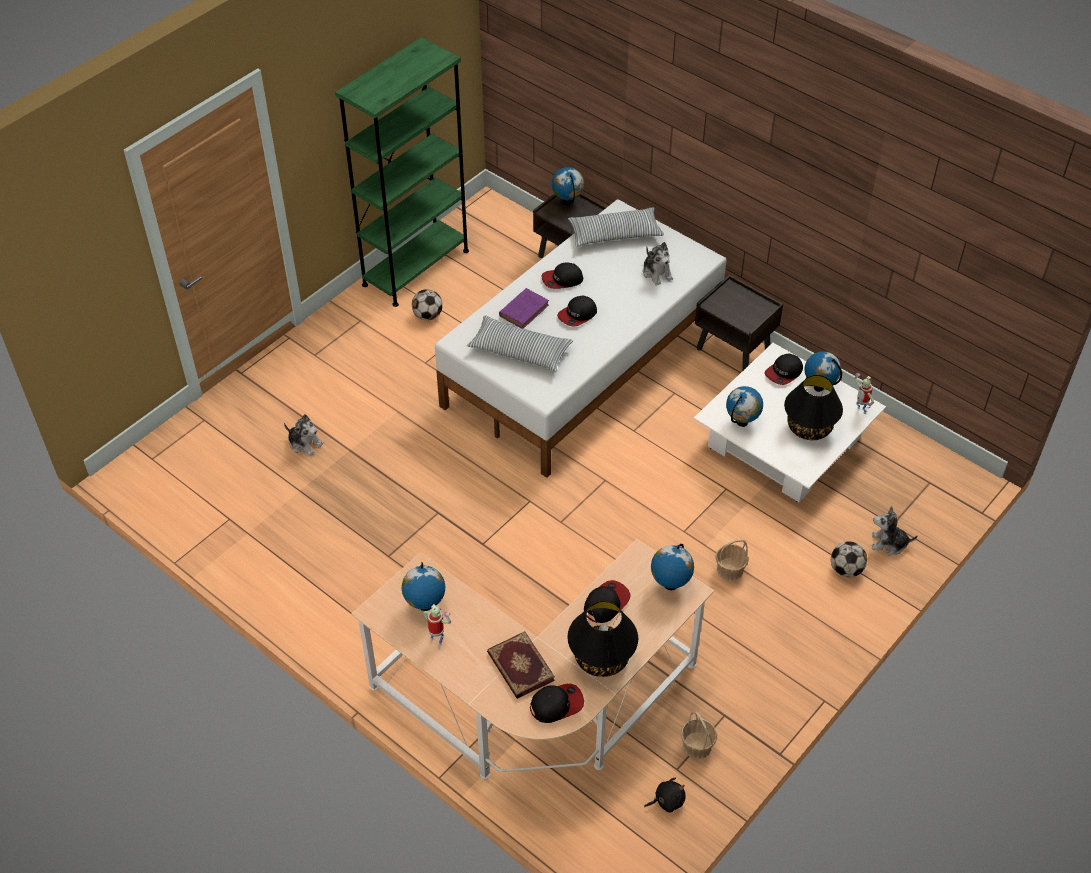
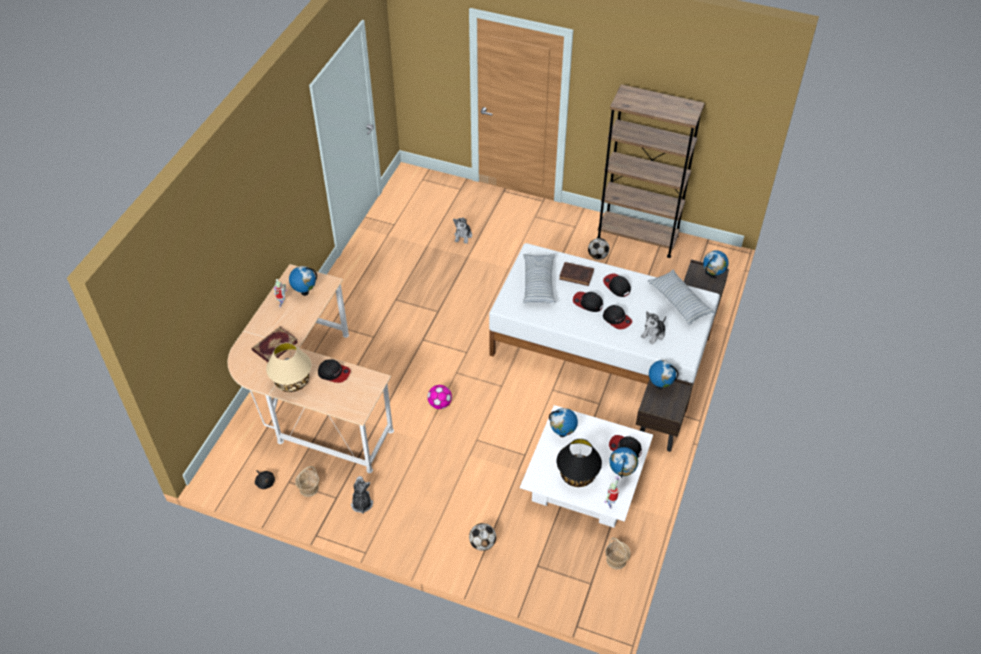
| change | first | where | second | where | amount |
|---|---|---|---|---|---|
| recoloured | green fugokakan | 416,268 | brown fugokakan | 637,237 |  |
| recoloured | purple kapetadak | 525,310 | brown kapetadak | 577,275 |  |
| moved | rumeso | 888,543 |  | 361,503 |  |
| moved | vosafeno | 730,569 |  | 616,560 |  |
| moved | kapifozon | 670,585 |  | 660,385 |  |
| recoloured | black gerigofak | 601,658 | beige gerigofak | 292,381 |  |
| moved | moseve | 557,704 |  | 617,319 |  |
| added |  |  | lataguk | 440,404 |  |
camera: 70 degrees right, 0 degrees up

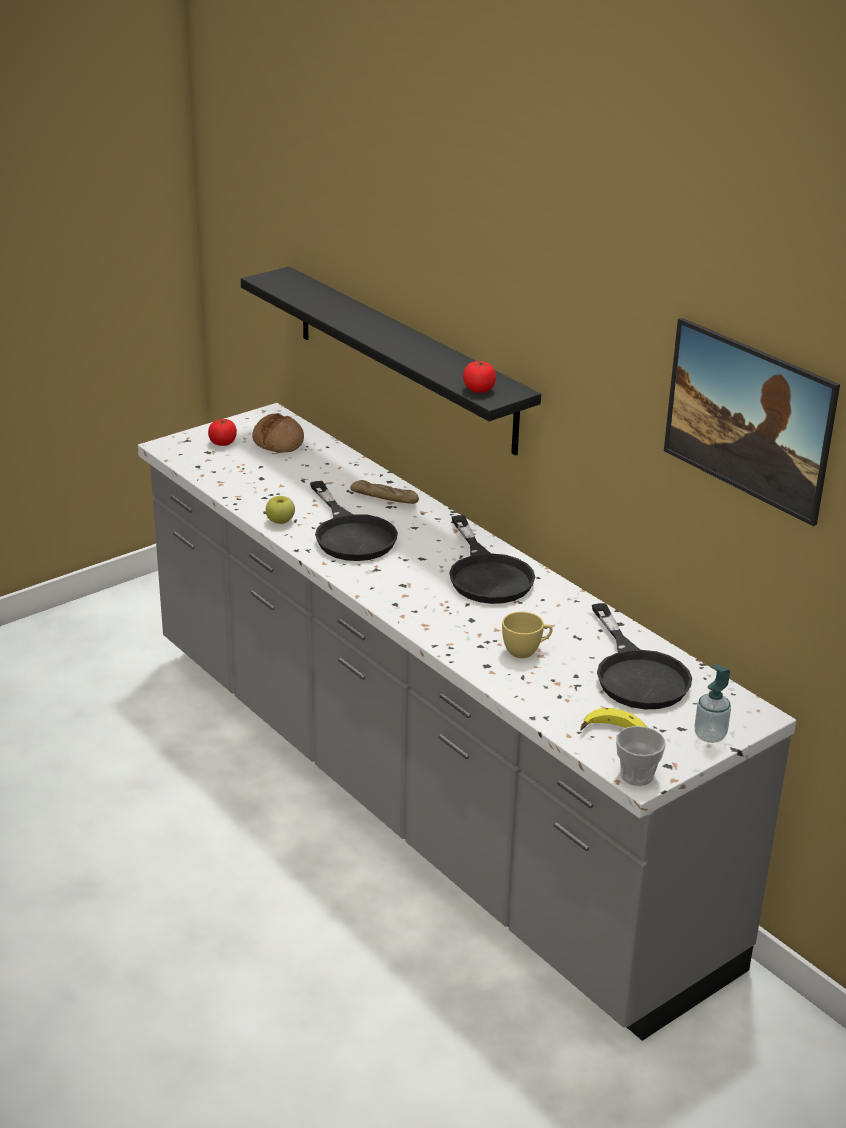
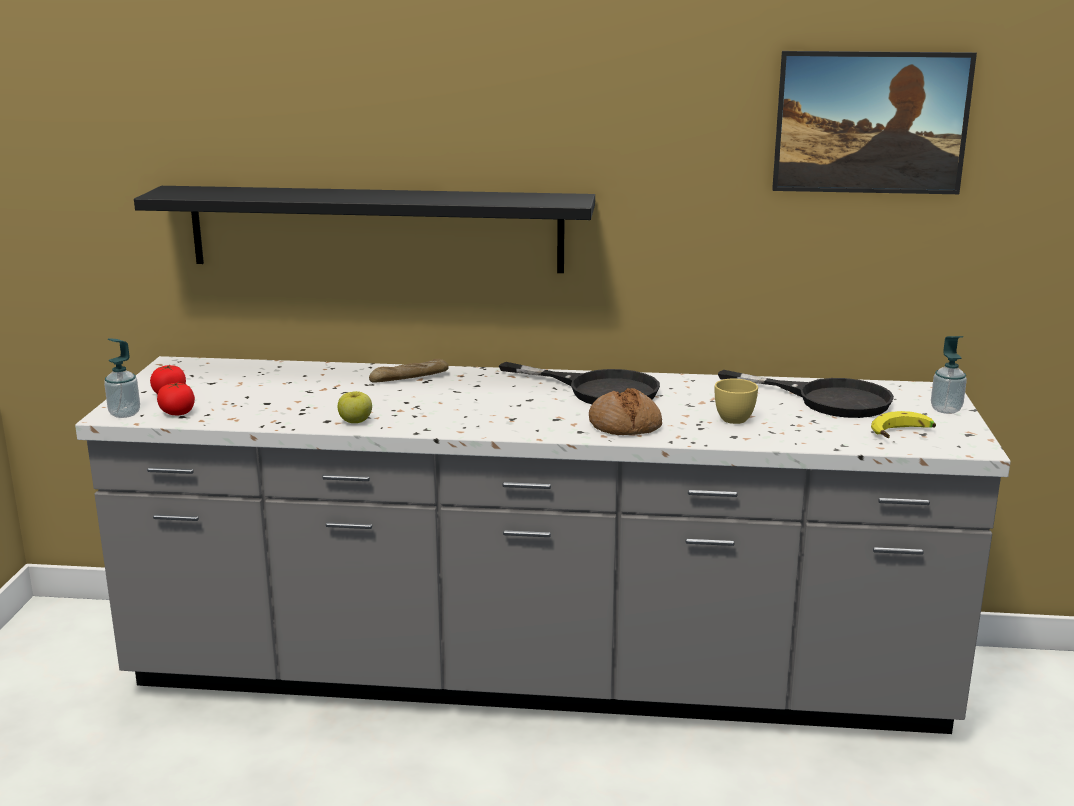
| change | first | where | second | where | amount |
|---|---|---|---|---|---|
| moved | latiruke | 478,389 |  | 177,413 |  |
| moved | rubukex | 278,442 |  | 624,425 |  |
| removed | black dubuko | 350,534 |  |  |  |
| removed | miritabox | 637,775 |  |  |  |
| added |  |  | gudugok | 125,414 |  |
camera: 45 degrees left, 10 degrees down

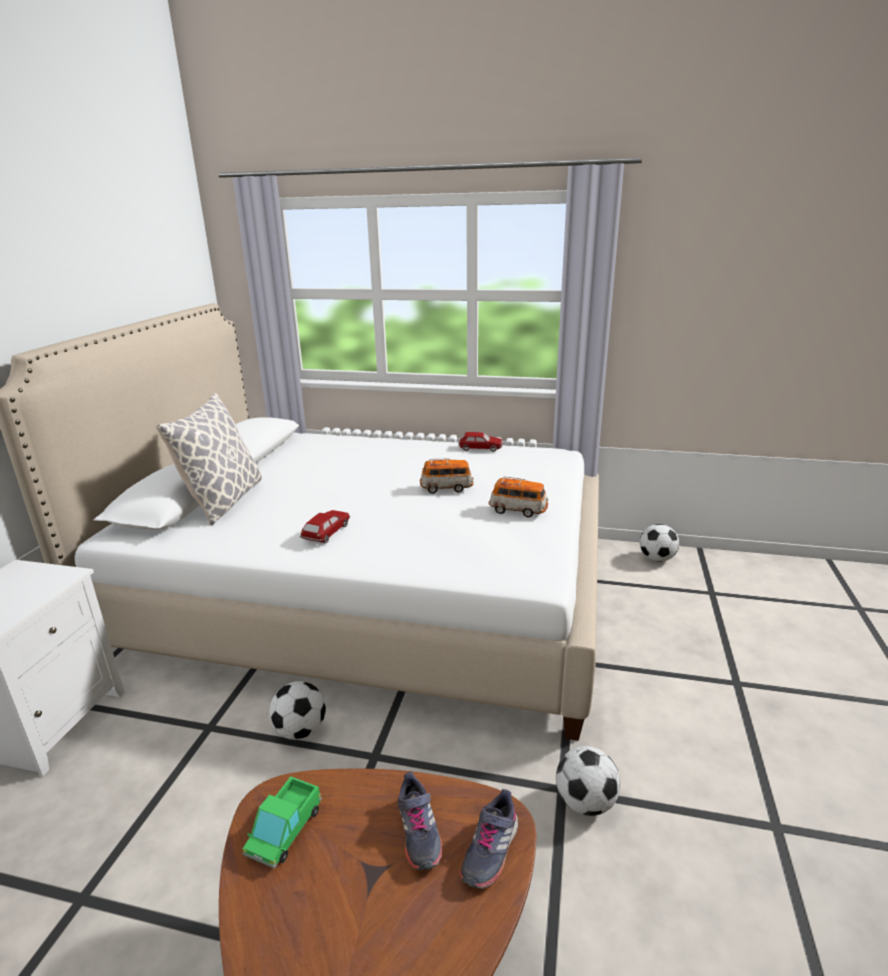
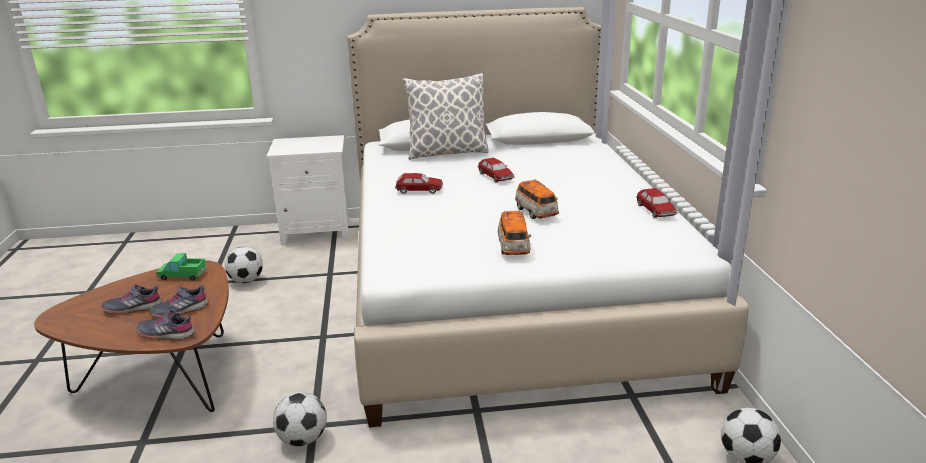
| change | first | where | second | where | amount |
|---|---|---|---|---|---|
| moved | lataguk | 300,730 |  | 246,280 |  |
| added |  |  | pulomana | 496,176 |  |
| added |  |  | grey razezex | 133,308 |  |
camera: 70 degrees right, 0 degrees up

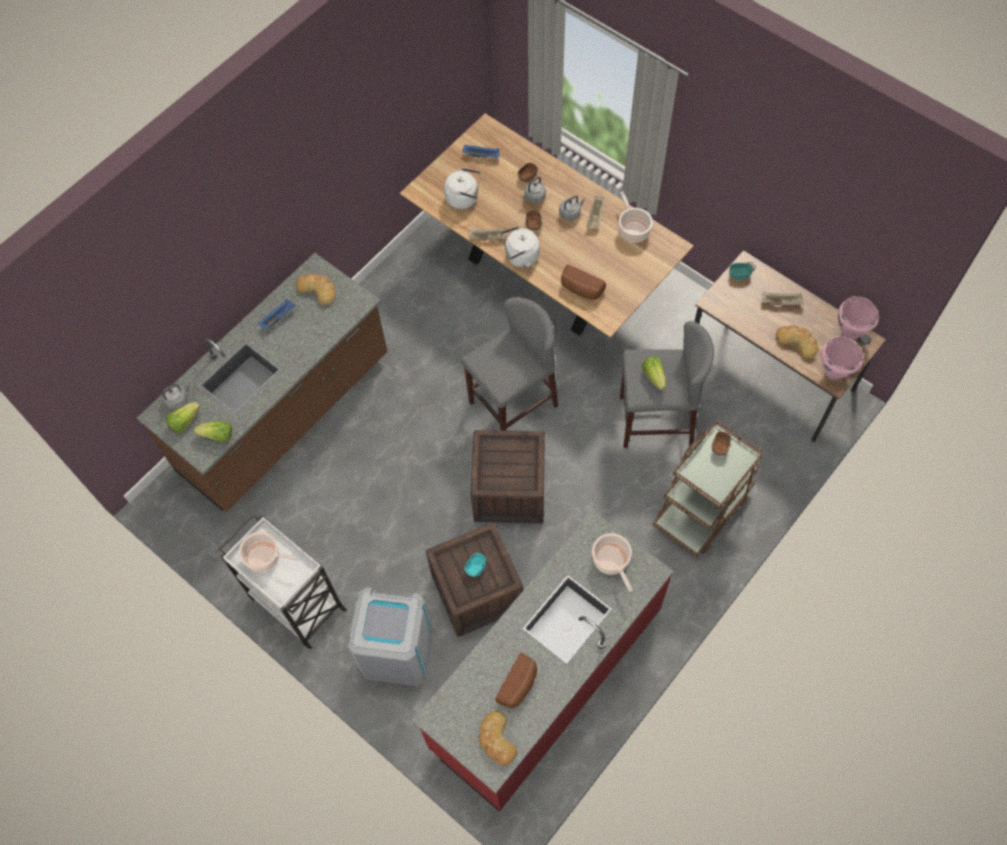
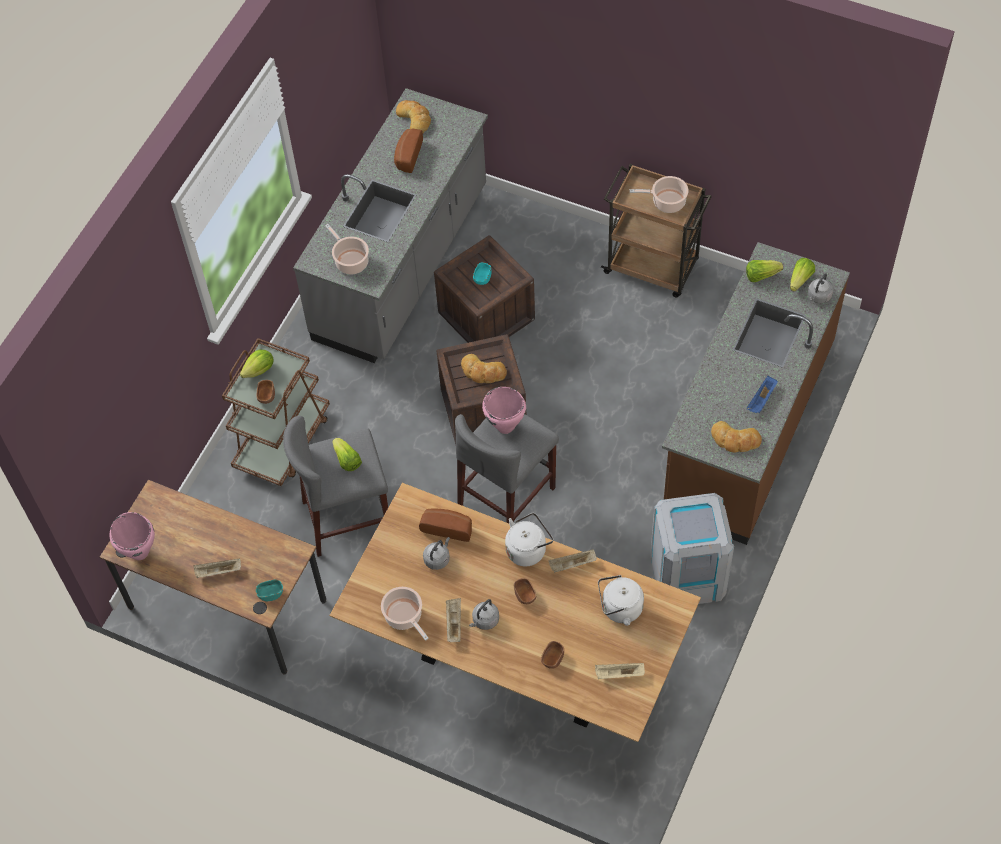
| change | first | where | second | where | amount |
|---|---|---|---|---|---|
| recoloured | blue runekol | 482,156 | beige runekol | 619,674 |  |
| moved | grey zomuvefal | 534,197 |  | 437,558 |  |
| moved | rubukex | 797,342 |  | 483,372 |  |
| moved | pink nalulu | 833,373 |  | 505,427 |  |
| recoloured | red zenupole | 545,678 | grey zenupole | 402,264 |  |
| recoloured | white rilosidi | 295,601 | brown rilosidi | 653,267 |  |
| moved | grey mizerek | 397,651 |  | 688,574 |  |
| added |  |  | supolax | 259,370 |  |
camera: 165 degrees right, 5 degrees down

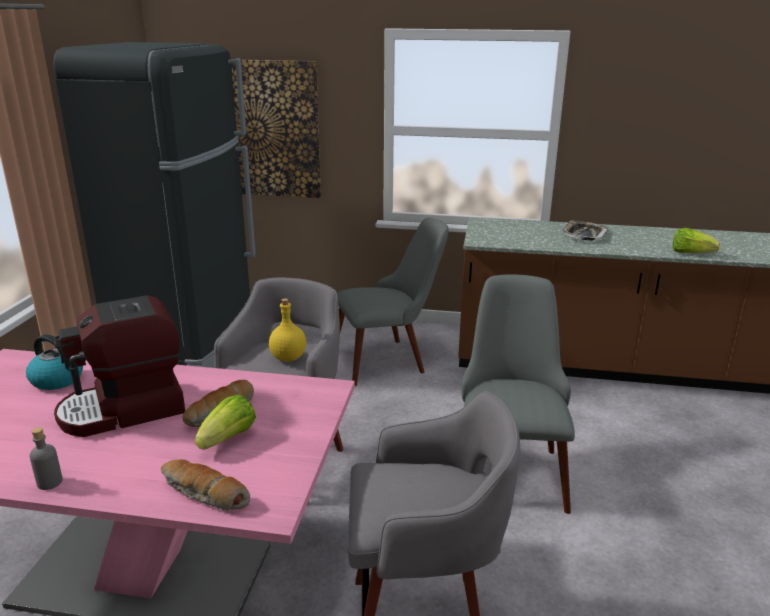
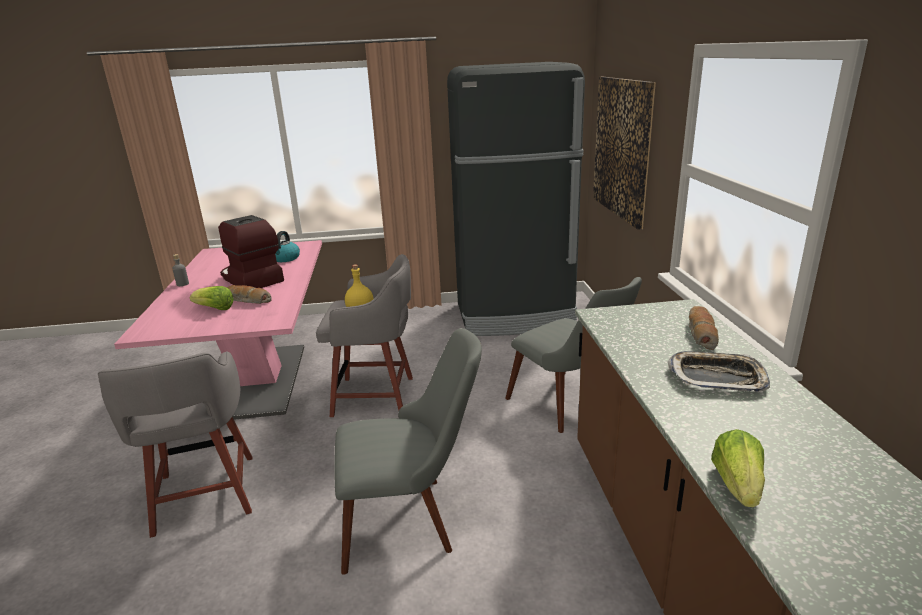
| change | first | where | second | where | amount |
|---|---|---|---|---|---|
| moved | rubukex | 204,494 |  | 700,333 |  |
camera: 75 degrees right, 0 degrees up

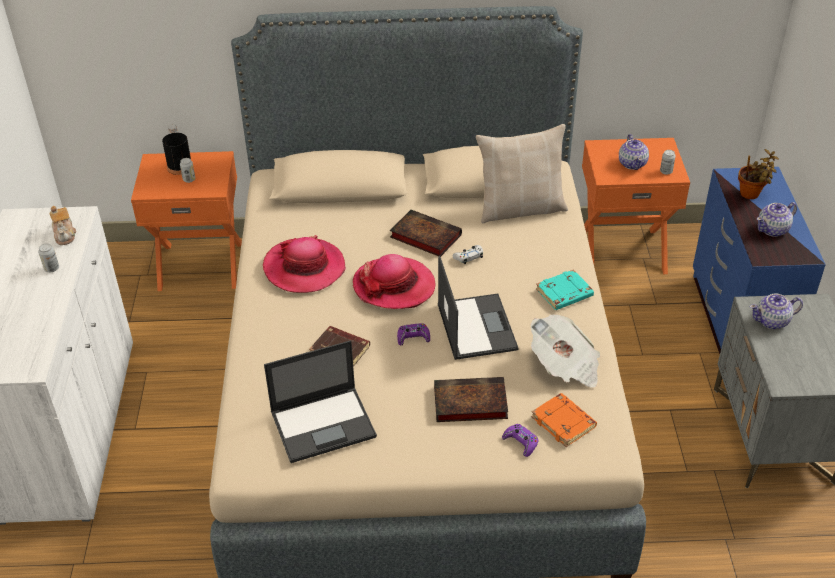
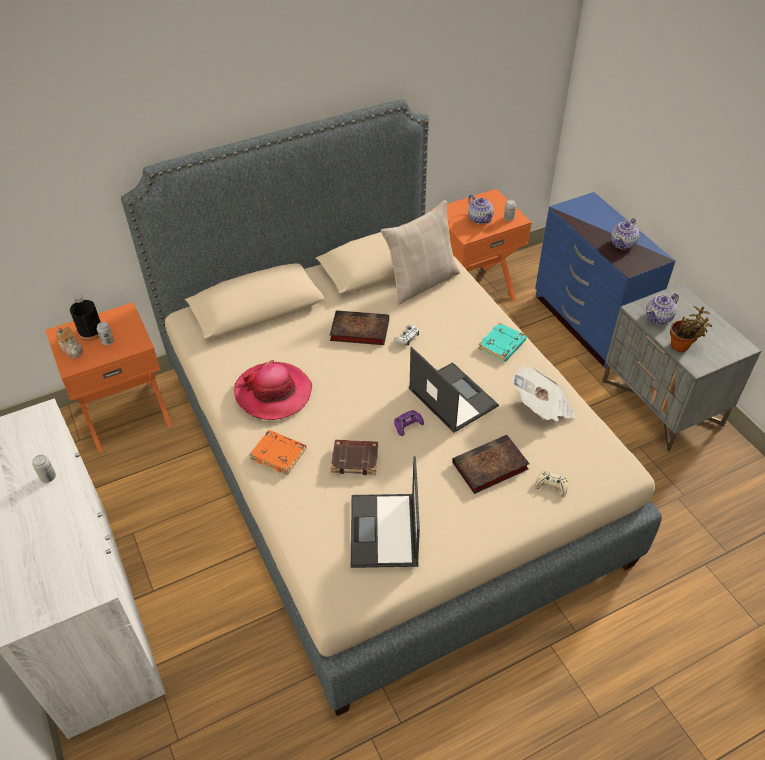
| change | first | where | second | where | amount |
|---|---|---|---|---|---|
| moved | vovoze | 751,195 |  | 681,346 |  |
| moved | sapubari | 65,234 |  | 72,349 |  |
| removed | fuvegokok | 394,286 |  |  |  |
| turned | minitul | 324,424 |  | 384,532 | 135 degrees clockwise |
| moved | orange kapetadak | 564,423 |  | 279,454 |  |
| recoloured | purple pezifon | 521,442 | beige pezifon | 551,486 |  |
camera: 25 degrees left, 5 degrees up

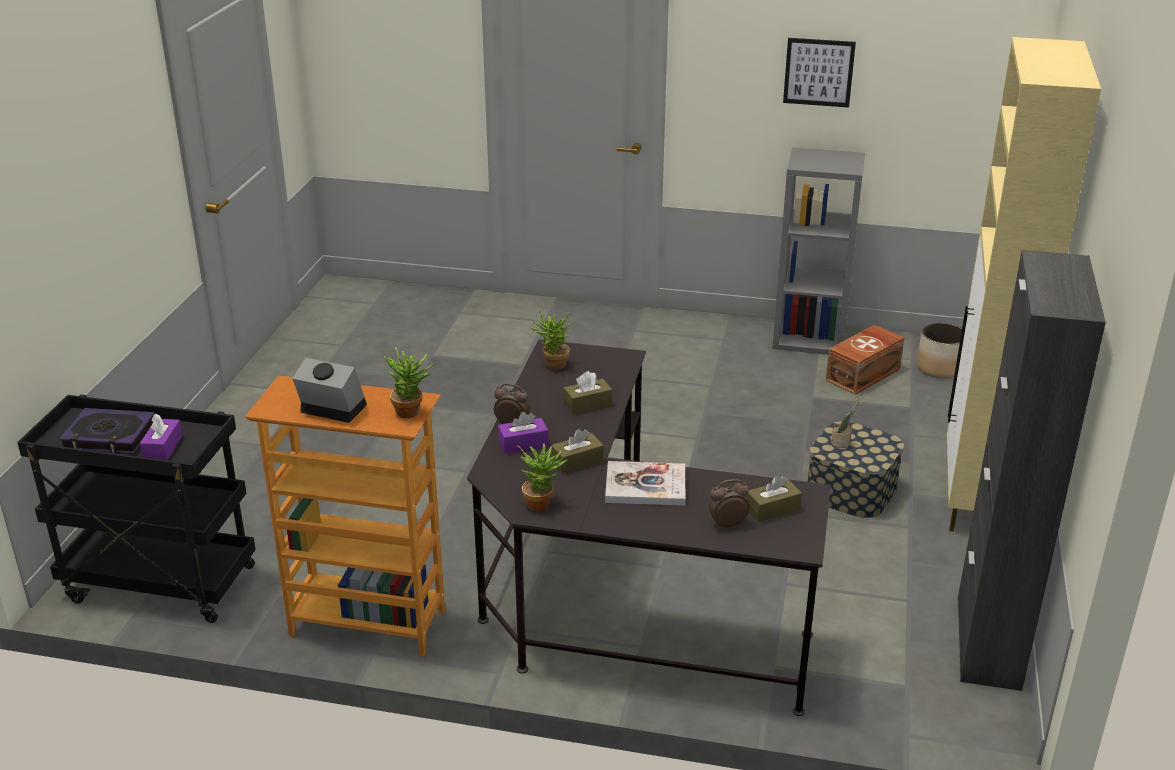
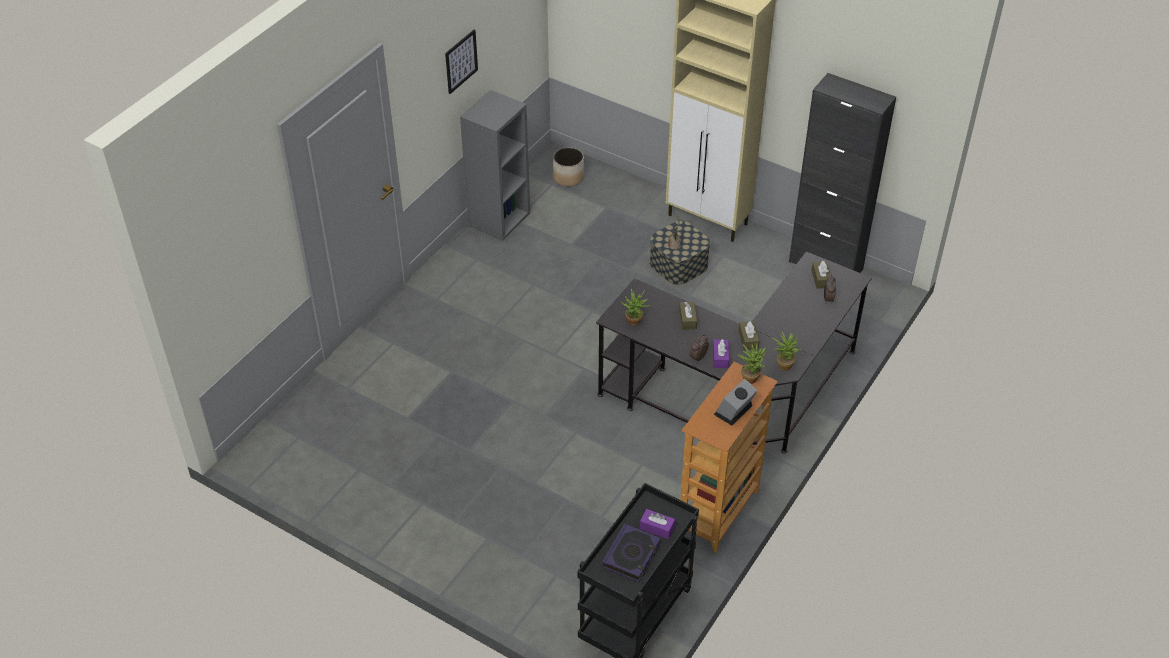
| change | first | where | second | where | amount |
|---|---|---|---|---|---|
| removed | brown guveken | 864,374 |  |  |  |
| removed | kapetadak | 645,486 |  |  |  |
camera: 70 degrees left, 15 degrees up

